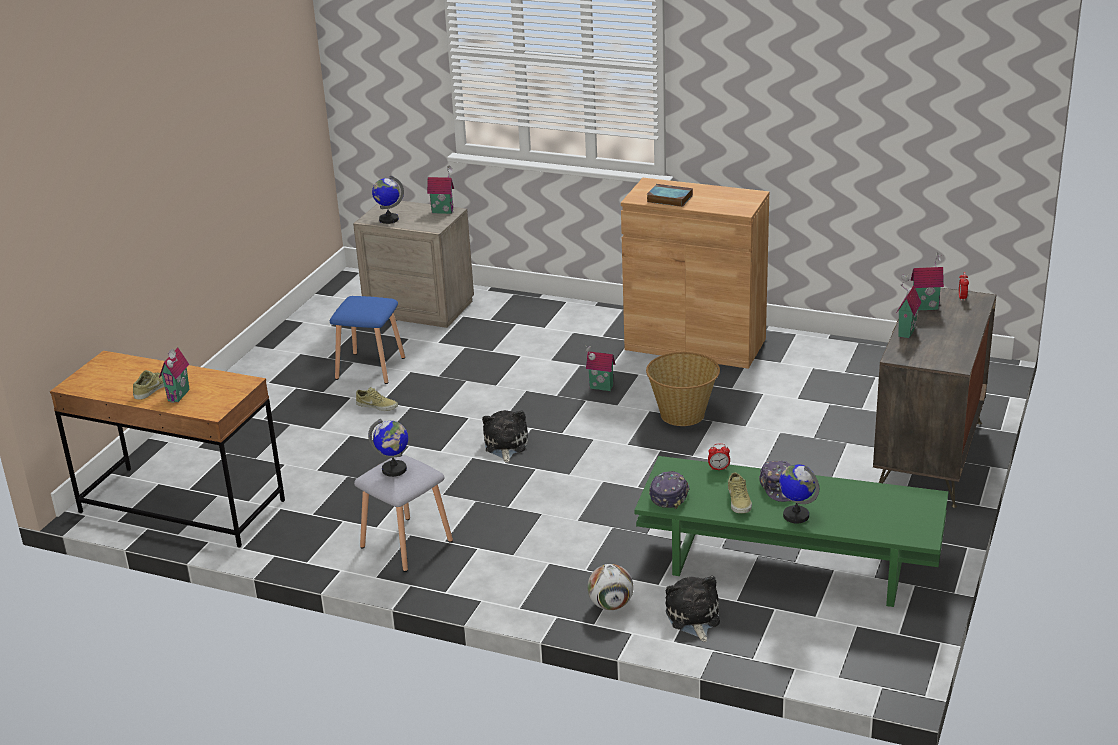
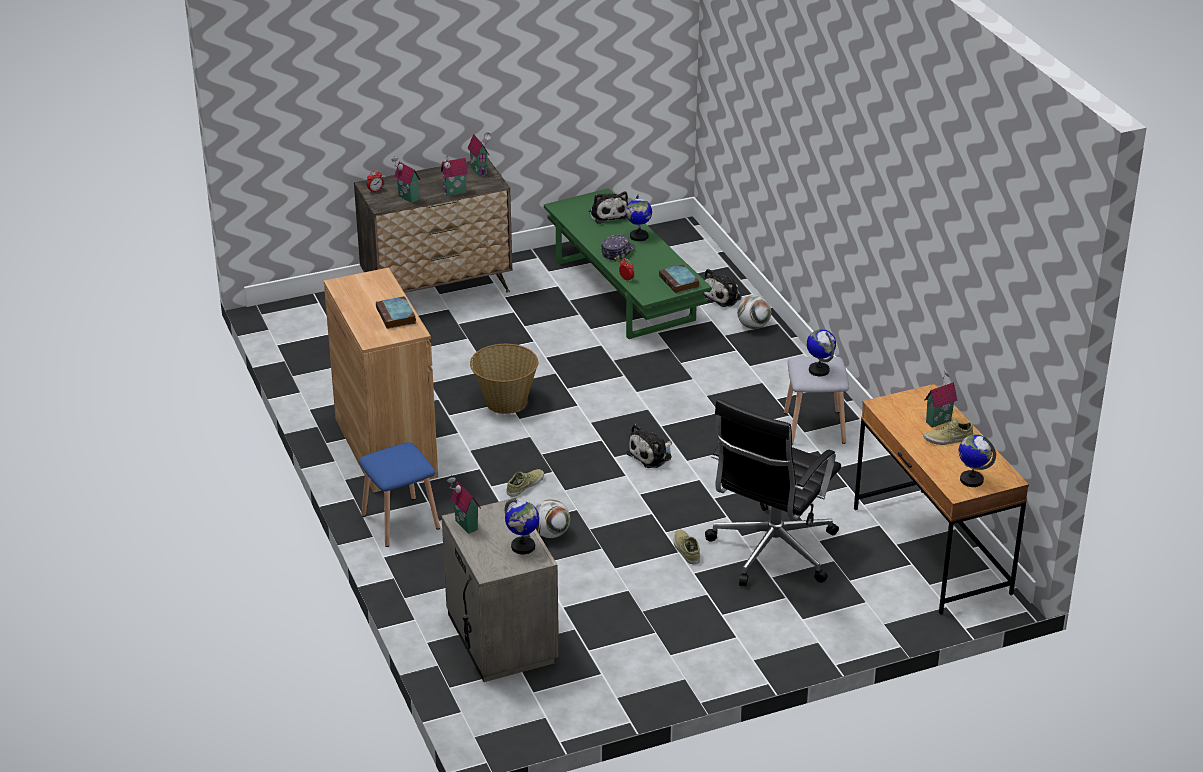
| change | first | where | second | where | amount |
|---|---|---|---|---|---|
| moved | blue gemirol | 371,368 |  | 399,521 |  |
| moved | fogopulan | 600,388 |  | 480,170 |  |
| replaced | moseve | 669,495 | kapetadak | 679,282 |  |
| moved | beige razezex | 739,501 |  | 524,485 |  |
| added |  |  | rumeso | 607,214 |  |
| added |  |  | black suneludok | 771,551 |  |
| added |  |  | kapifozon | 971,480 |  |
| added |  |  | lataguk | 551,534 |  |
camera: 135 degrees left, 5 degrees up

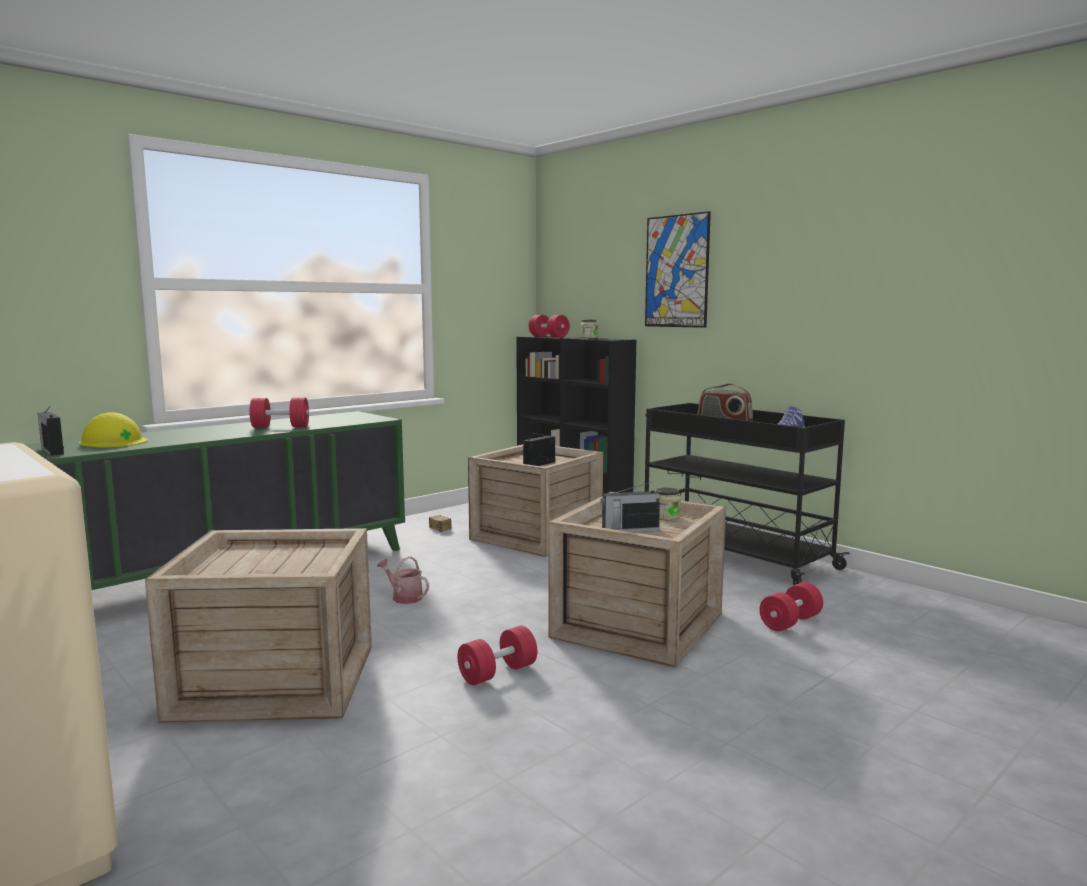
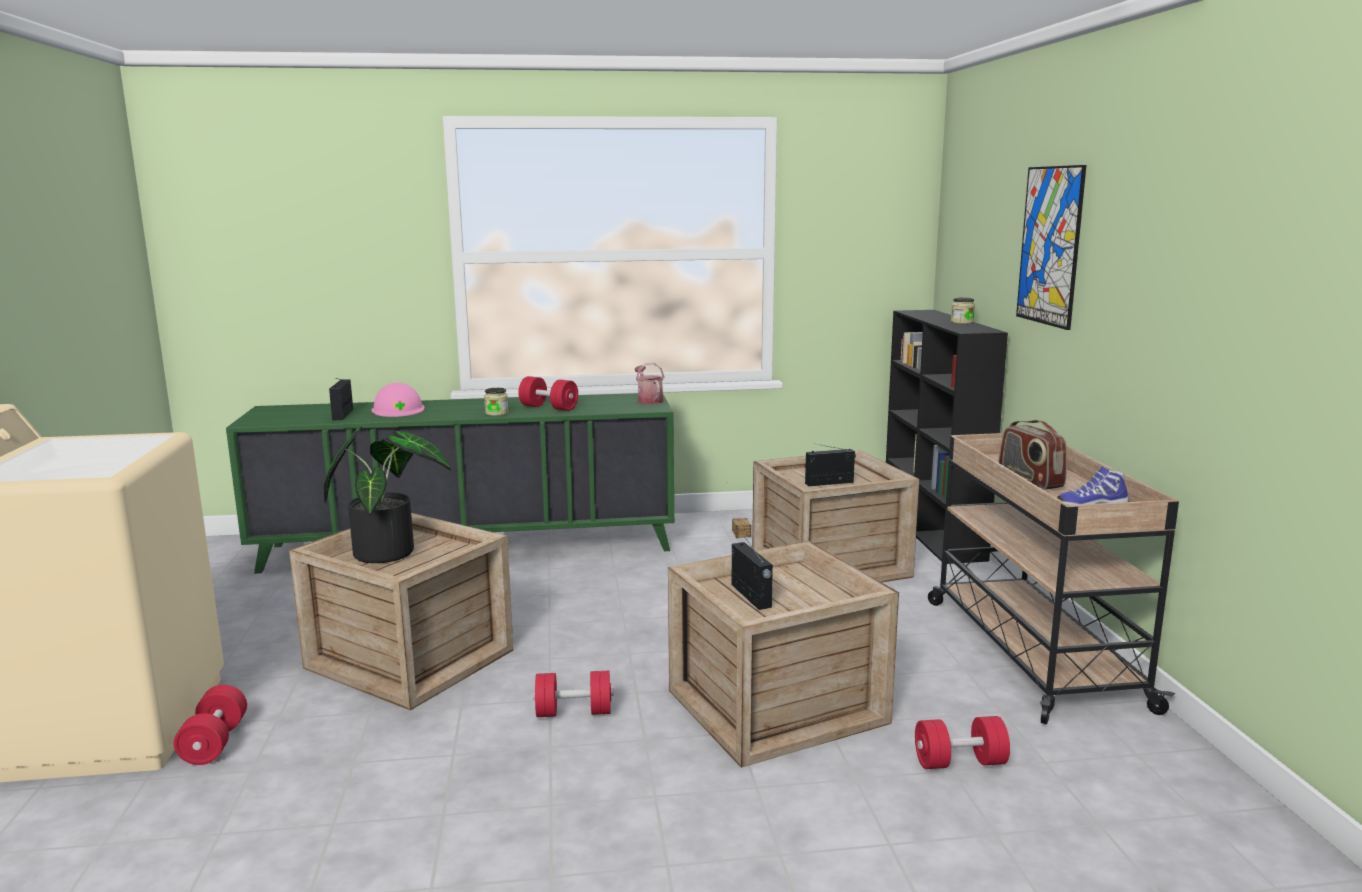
| change | first | where | second | where | amount |
|---|---|---|---|---|---|
| moved | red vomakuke | 548,336 |  | 214,743 |  |
| recoloured | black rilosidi | 731,555 | beige rilosidi | 1030,651 |  |
| recoloured | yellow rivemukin | 114,442 | pink rivemukin | 398,409 |  |
| turned | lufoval | 629,530 |  | 751,596 | 135 degrees counterclockwise |
| moved | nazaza | 667,516 |  | 496,413 |  |
| moved | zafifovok | 404,597 |  | 648,400 |  |
| added |  |  | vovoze | 389,551 |  |
camera: 35 degrees right, 5 degrees up

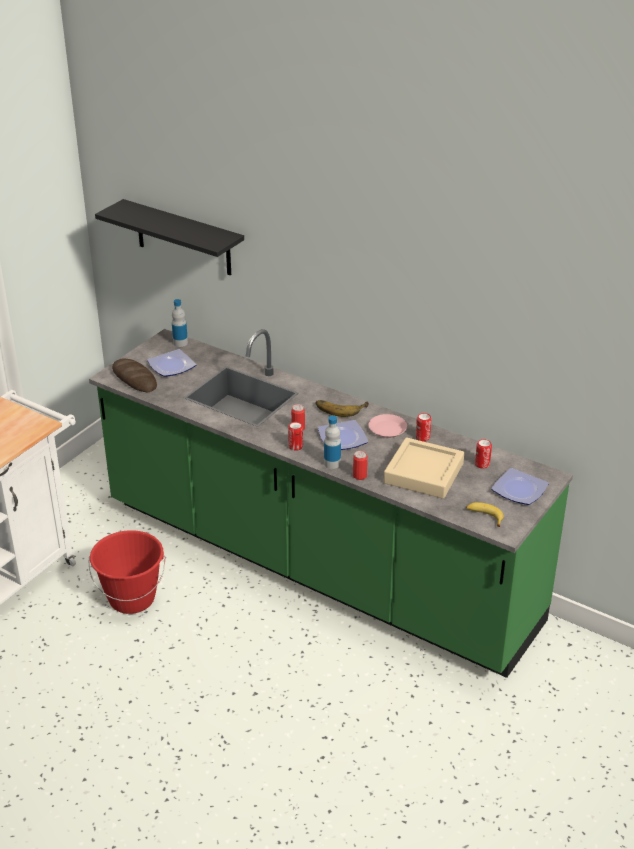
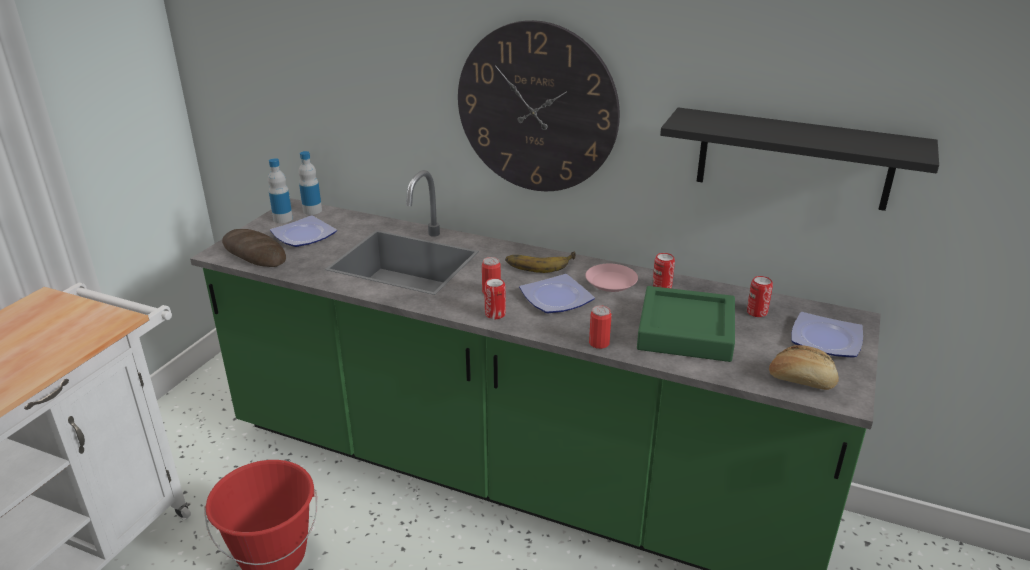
| change | first | where | second | where | amount |
|---|---|---|---|---|---|
| moved | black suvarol | 183,238 |  | 794,159 |  |
| moved | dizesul | 332,463 |  | 283,219 |  |
| recoloured | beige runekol | 423,473 | green runekol | 685,331 |  |
| replaced | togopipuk | 484,516 | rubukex | 801,380 |  |
| added |  |  | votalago | 537,108 |  |
camera: 10 degrees left, 5 degrees down

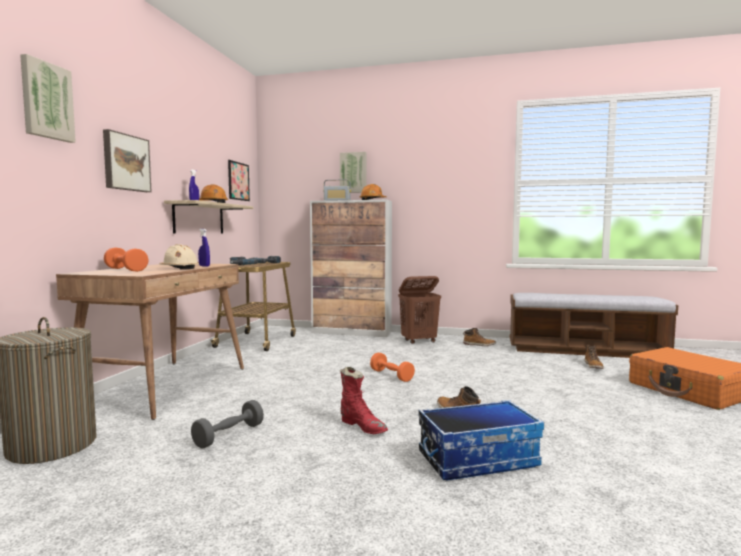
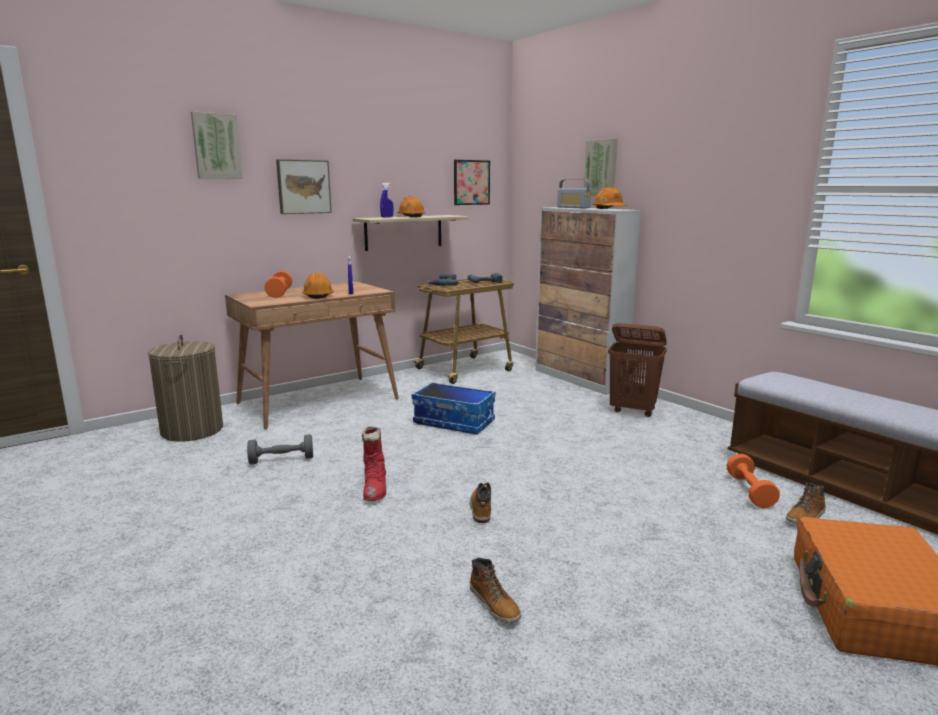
| change | first | where | second | where | amount |
|---|---|---|---|---|---|
| recoloured | beige rivemukin | 179,268 | orange rivemukin | 318,296 |  |
| moved | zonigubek | 479,344 |  | 495,604 |  |
| moved | orange vomakuke | 391,375 |  | 750,491 |  |
| moved | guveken | 478,459 |  | 454,422 |  |
camera: 40 degrees right, 10 degrees up

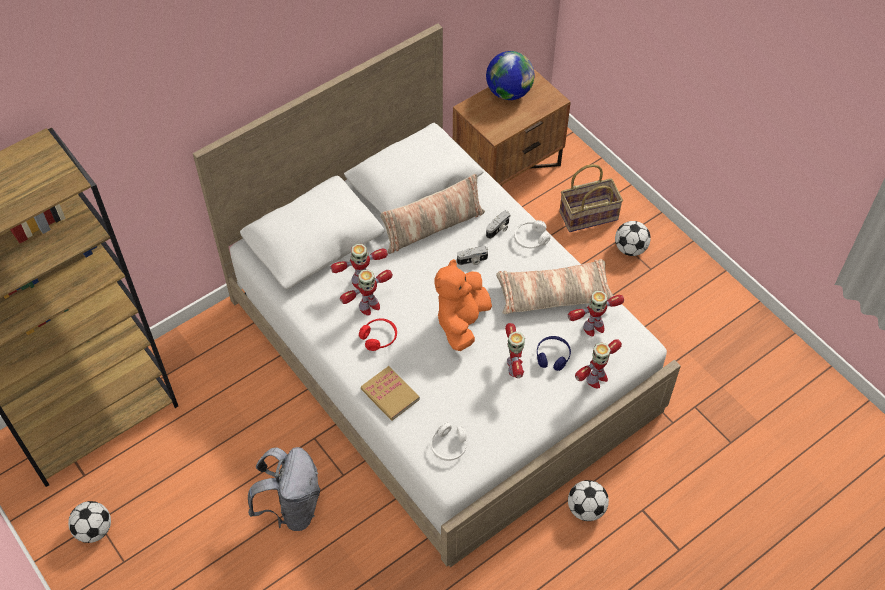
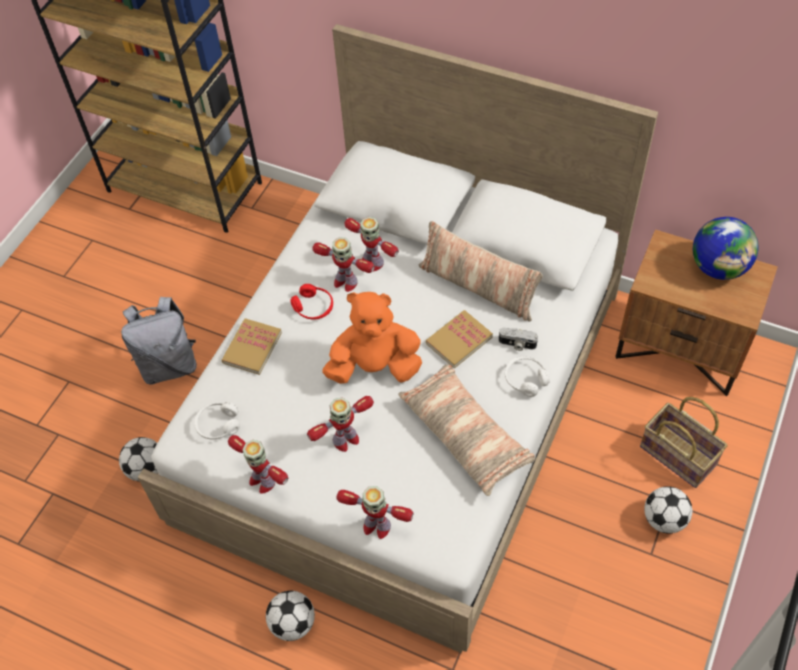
| change | first | where | second | where | amount |
|---|---|---|---|---|---|
| replaced | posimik | 472,261 | kapetadak | 459,340 |  |
| moved | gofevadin | 593,327 |  | 262,480 |  |
| removed | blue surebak | 552,356 |  |  |  |
| moved | lataguk | 94,530 |  | 147,469 |  |
camera: 65 degrees right, 0 degrees up

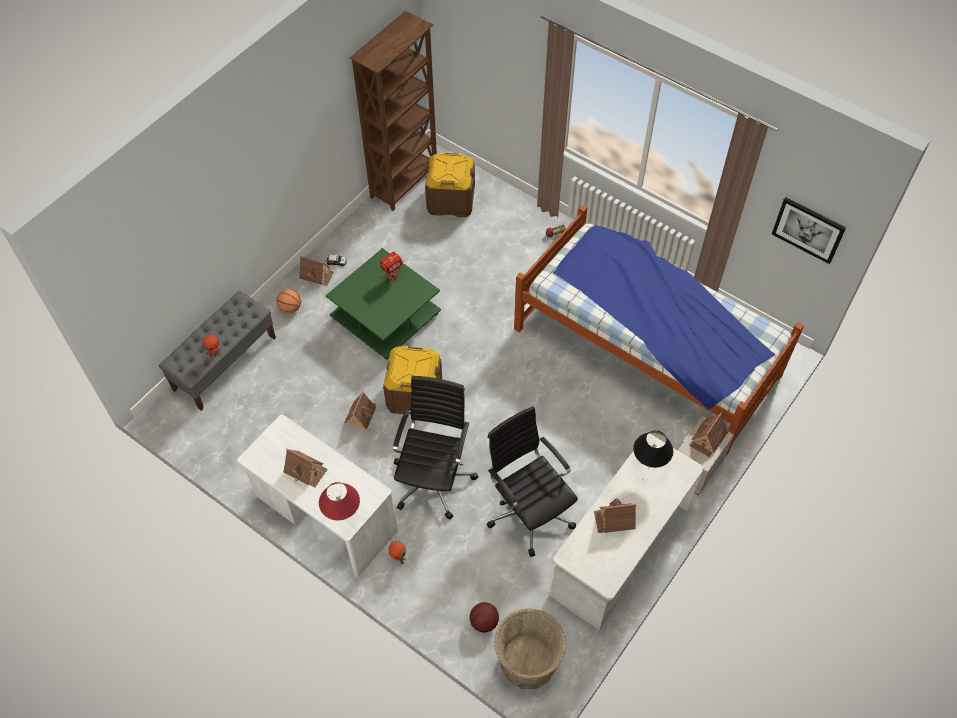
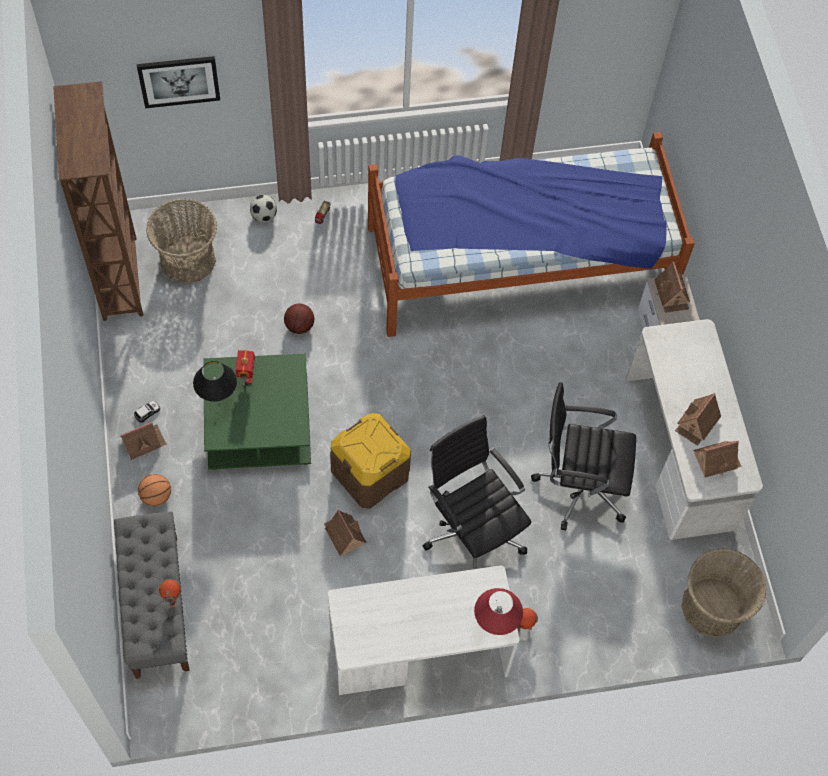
| change | first | where | second | where | amount |
|---|---|---|---|---|---|
| replaced | brown guveken | 451,200 | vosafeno | 188,259 |  |
| moved | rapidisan | 808,229 |  | 179,81 |  |
| moved | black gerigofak | 647,468 |  | 218,403 |  |
| moved | fogopulan | 306,470 |  | 716,460 |  |
| moved | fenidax | 484,622 |  | 299,326 |  |
| added |  |  | lataguk | 264,216 |  |
camera: 50 degrees left, 5 degrees up

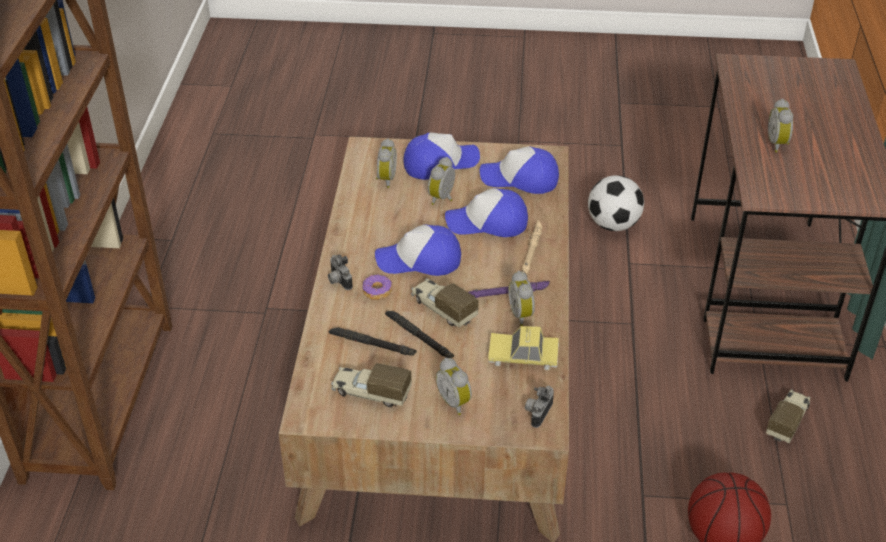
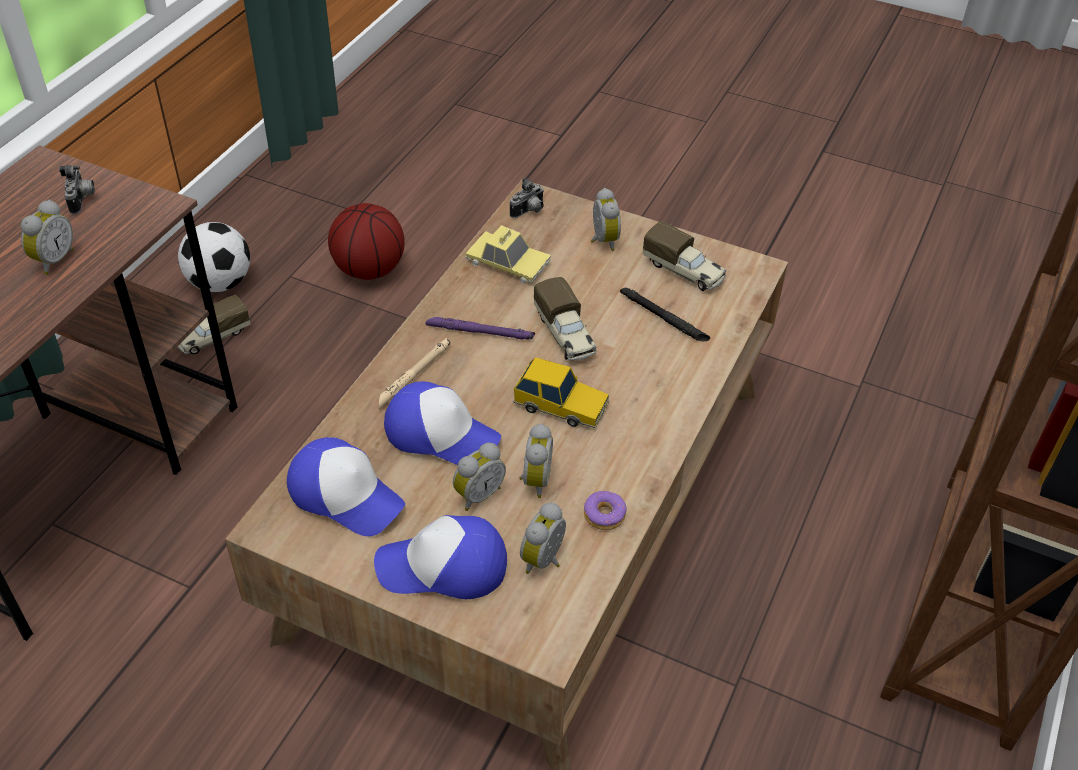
| change | first | where | second | where | amount |
|---|---|---|---|---|---|
| moved | lataguk | 613,225 |  | 220,283 |  |
| replaced | moseve | 419,260 | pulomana | 561,405 |  |
| moved | posimik | 338,281 |  | 82,200 |  |
| moved | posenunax | 522,315 |  | 534,480 |  |
| moved | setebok | 377,291 |  | 604,515 |  |
| removed | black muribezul | 419,337 |  |  |  |
camera: 160 degrees left, 5 degrees up

